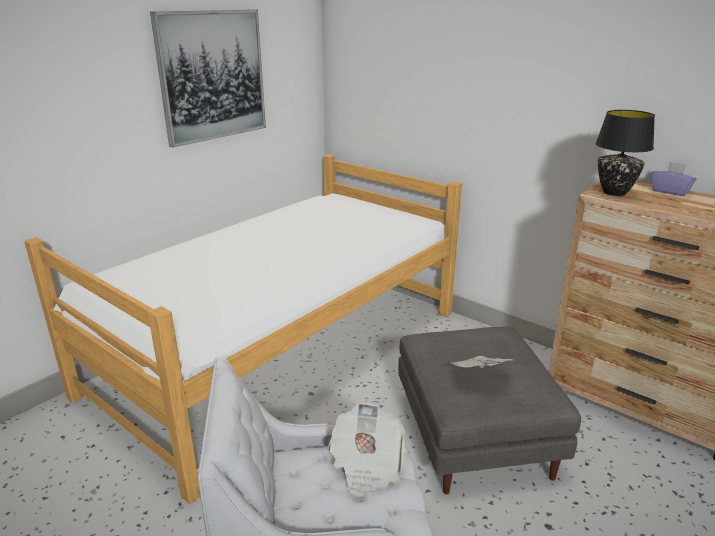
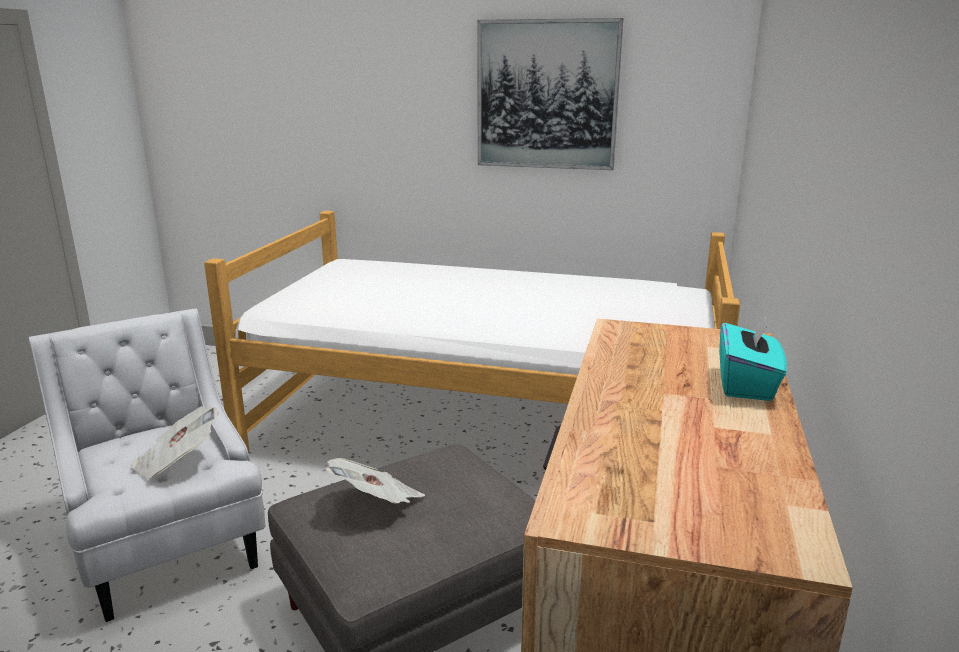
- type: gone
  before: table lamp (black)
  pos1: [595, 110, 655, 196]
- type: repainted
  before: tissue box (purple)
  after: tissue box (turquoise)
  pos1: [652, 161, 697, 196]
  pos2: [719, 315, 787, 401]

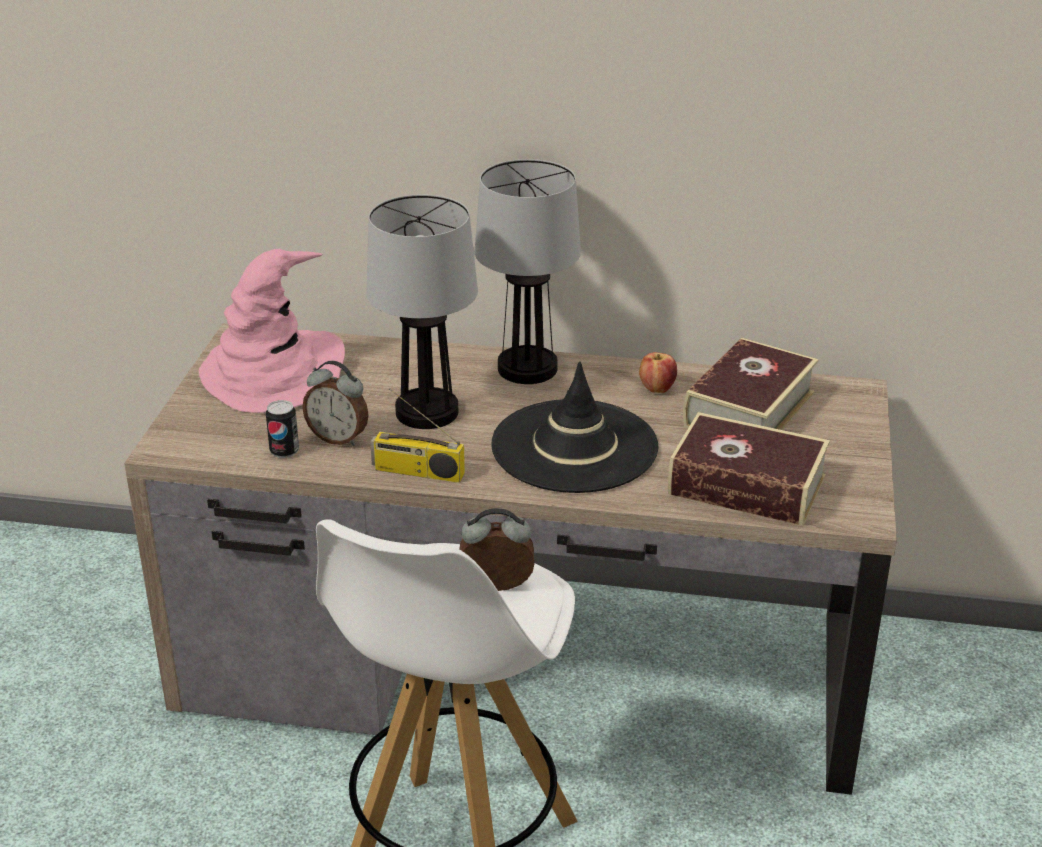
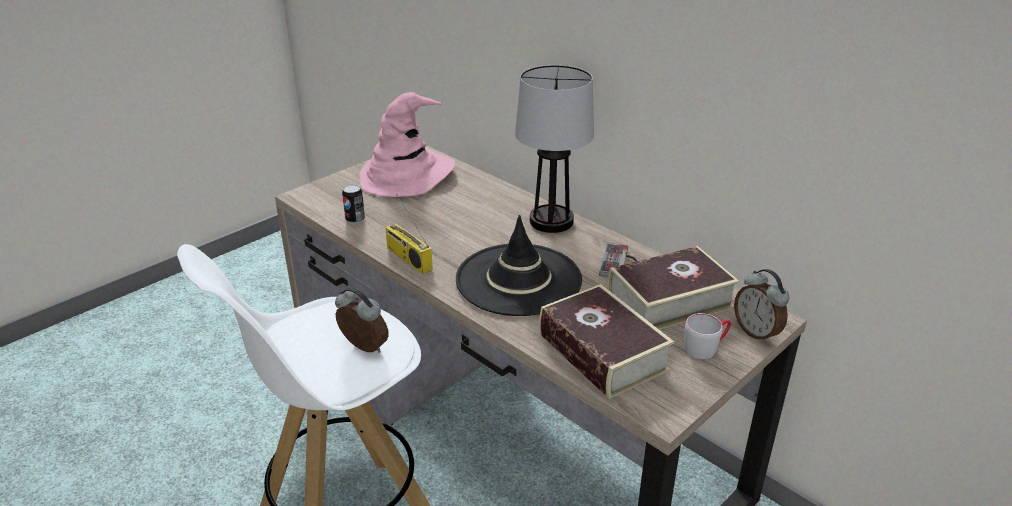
- type: shifted
  before: alarm clock
  pos1: [302, 361, 368, 446]
  pos2: [734, 269, 790, 344]
- type: gone
  before: table lamp
  pos1: [366, 194, 478, 429]
- type: swapped
  before: apple
  after: game controller
  pos1: [639, 352, 677, 393]
  pos2: [599, 243, 637, 277]
- type: new
  after: mug (grey)
  pos2: [684, 313, 731, 360]

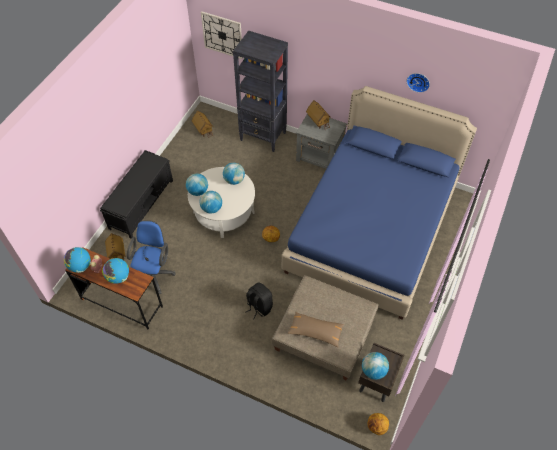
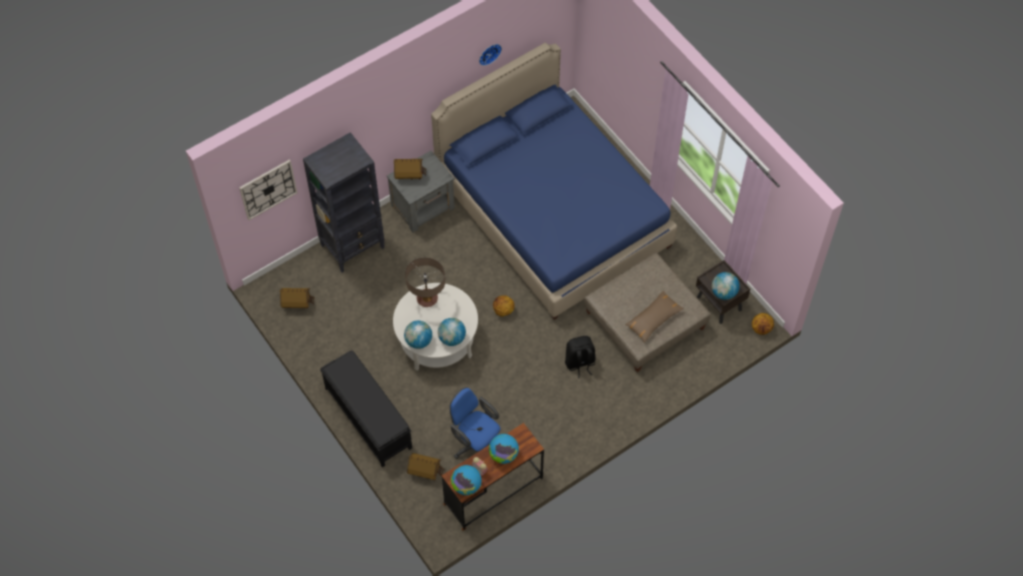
- type: swapped
  before: globe
  after: table lamp
  pos1: [223, 163, 245, 185]
  pos2: [405, 258, 445, 307]

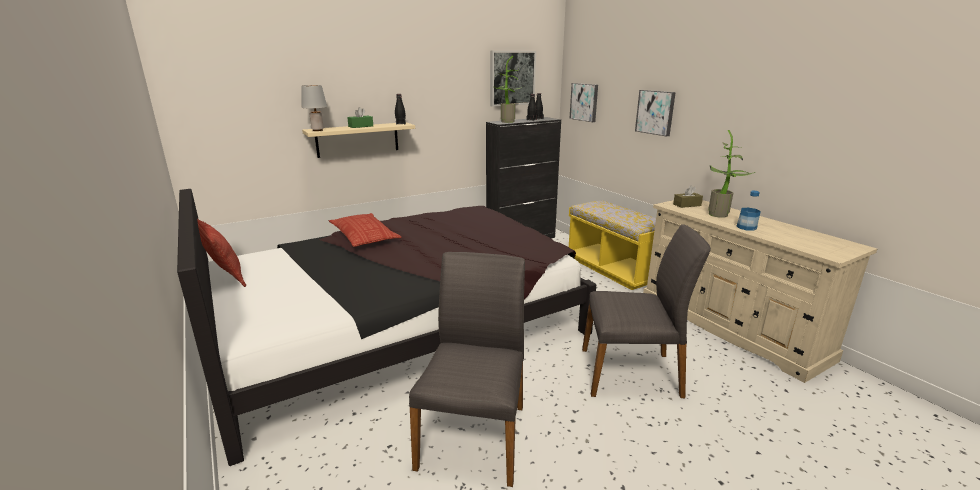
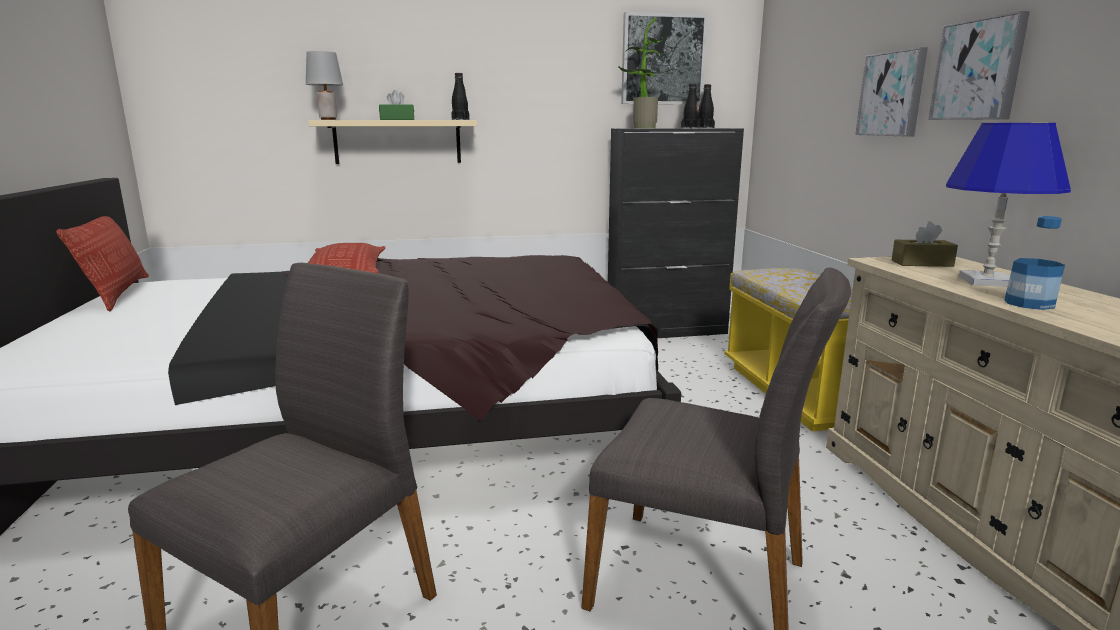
- type: shifted
  before: picture
  pos1: [570, 83, 598, 122]
  pos2: [928, 11, 1030, 120]
- type: swapped
  before: potted plant
  after: table lamp (blue)
  pos1: [708, 130, 755, 218]
  pos2: [946, 123, 1071, 287]

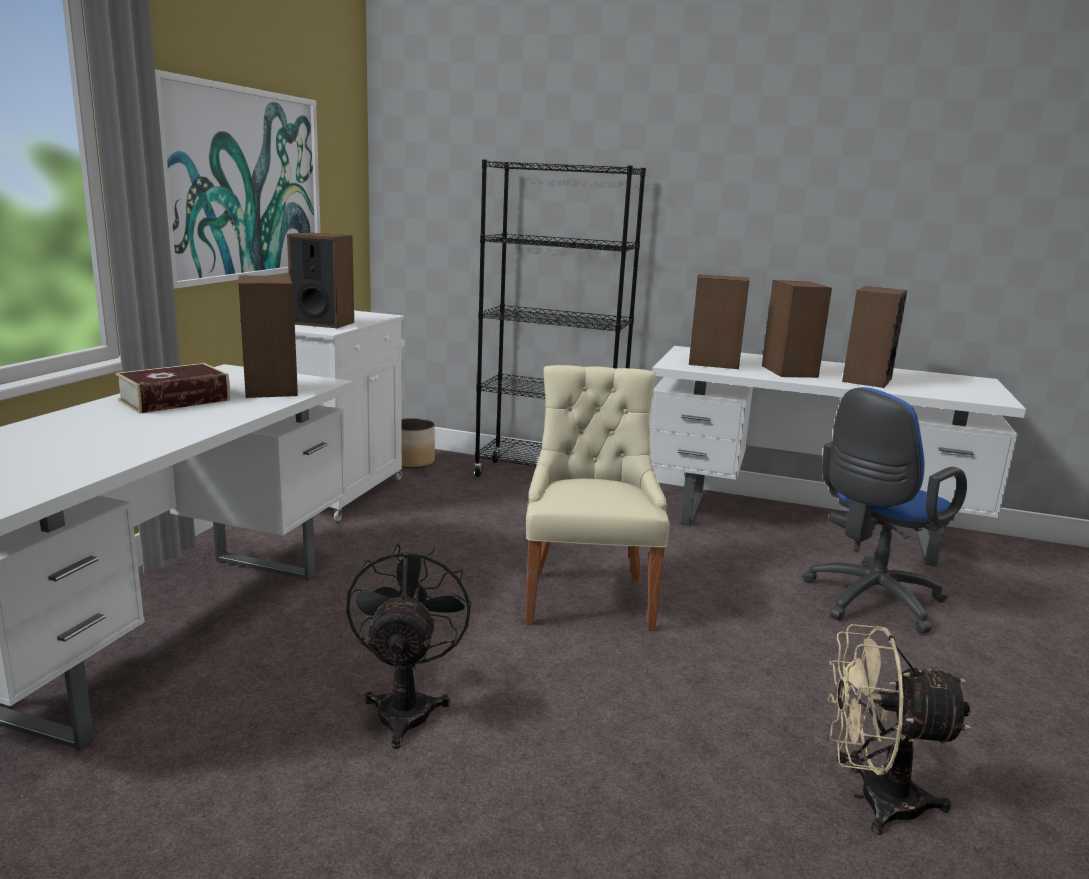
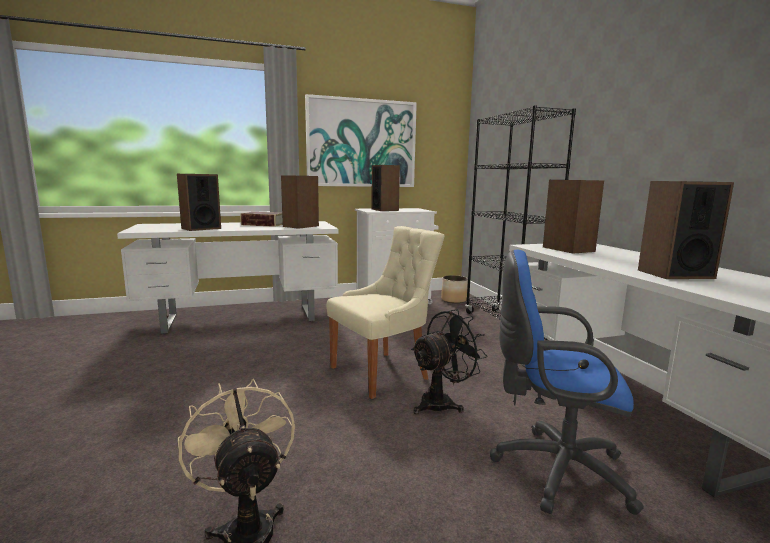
- type: shifted
  before: fan (black)
  pos1: [346, 544, 471, 749]
  pos2: [411, 309, 487, 414]
- type: shifted
  before: speaker
  pos1: [762, 280, 832, 378]
  pos2: [177, 174, 221, 231]

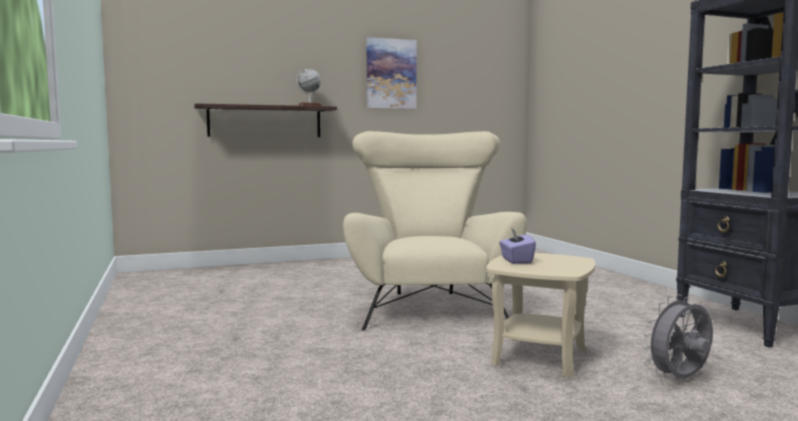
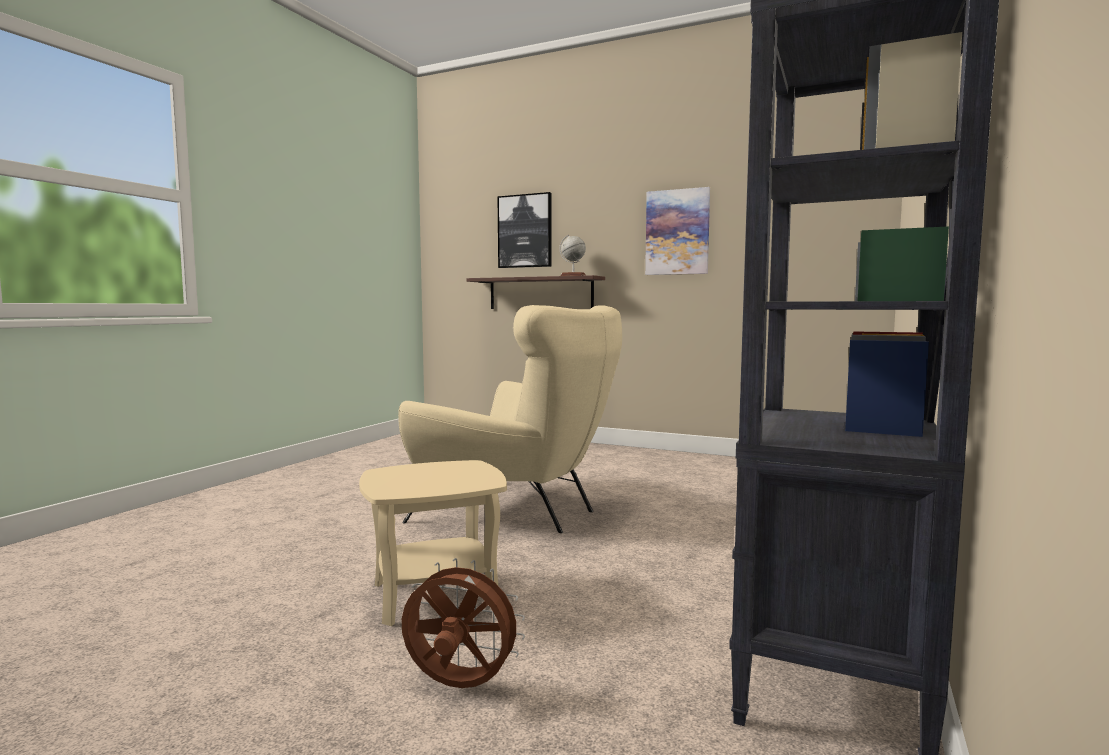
- type: rotated
  before: armchair (beige)
  pos1: [343, 131, 527, 331]
  pos2: [398, 305, 622, 533]
  turn: 75
- type: gone
  before: tissue box (purple)
  pos1: [499, 228, 536, 264]
- type: repainted
  before: fan (grey)
  after: fan (brown)
  pos1: [644, 294, 713, 379]
  pos2: [402, 558, 525, 688]
- type: new
  after: picture
  pos2: [498, 192, 552, 268]

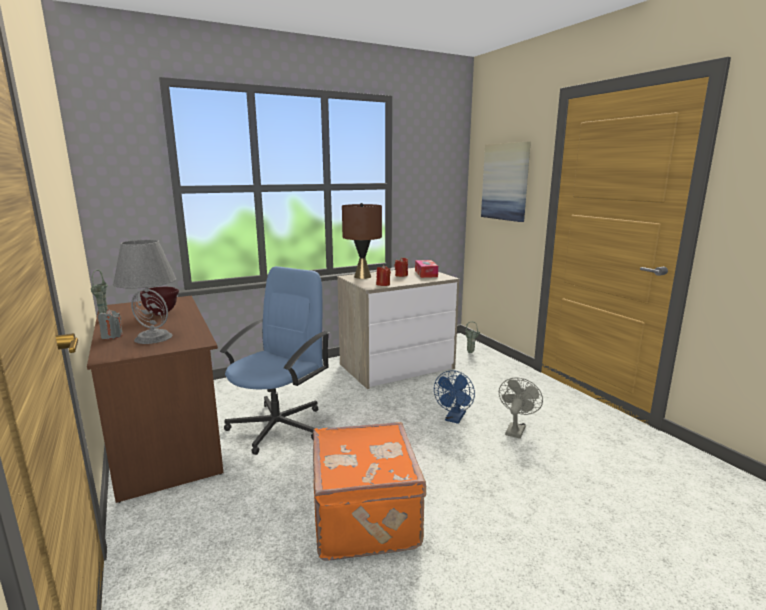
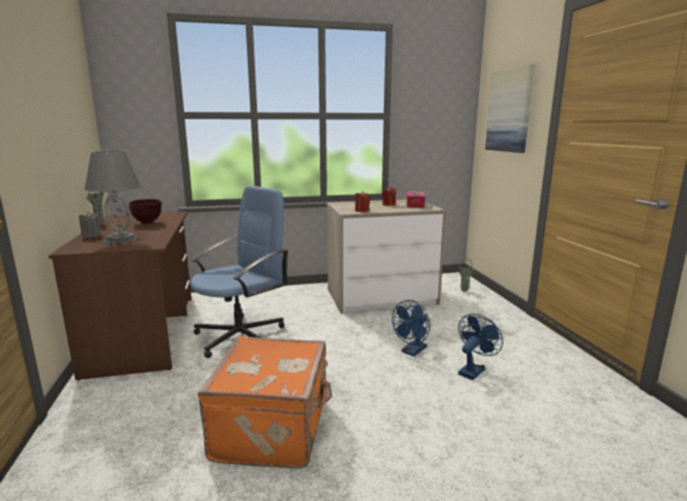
- type: gone
  before: table lamp (brown)
  pos1: [342, 203, 382, 279]
- type: repainted
  before: fan (grey)
  after: fan (blue)
  pos1: [499, 378, 543, 439]
  pos2: [458, 314, 503, 380]

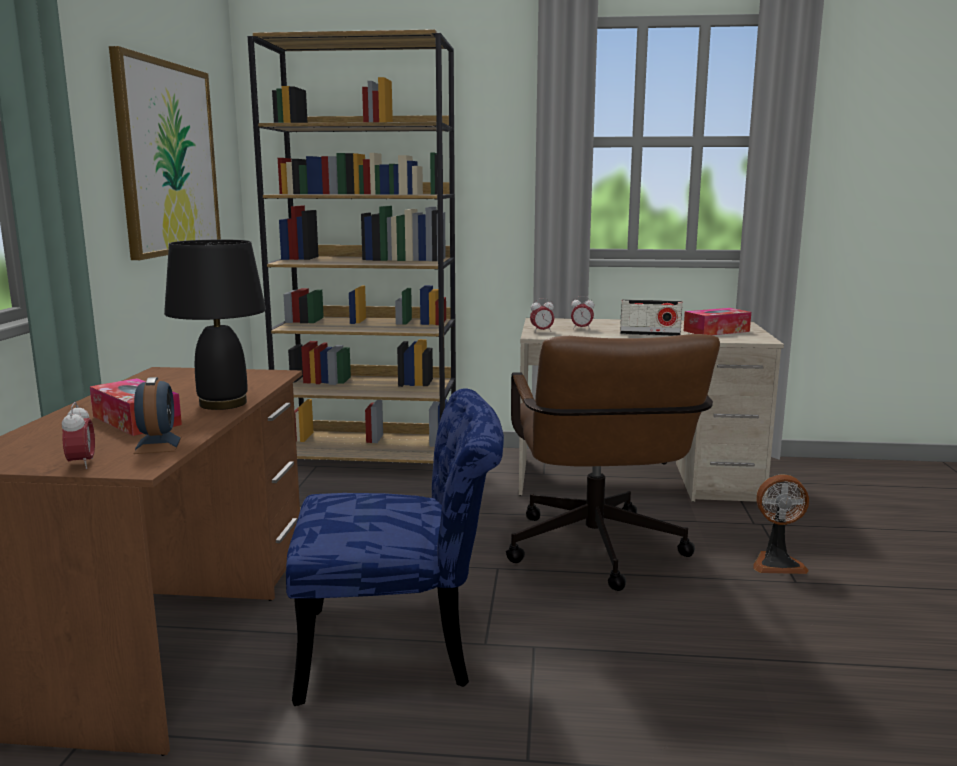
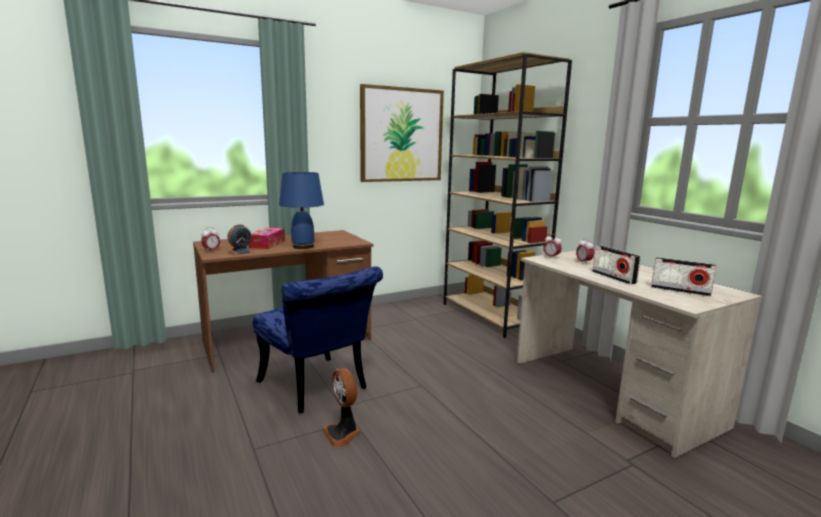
- type: repainted
  before: table lamp (black)
  after: table lamp (blue)
  pos1: [164, 240, 266, 410]
  pos2: [279, 172, 324, 249]
- type: gone
  before: office chair (brown)
  pos1: [506, 334, 720, 591]
- type: swapped
  before: tissue box
  after: radio
  pos1: [684, 308, 751, 335]
  pos2: [651, 257, 717, 296]
- type: shifted
  before: fan
  pos1: [753, 475, 809, 574]
  pos2: [321, 368, 361, 447]

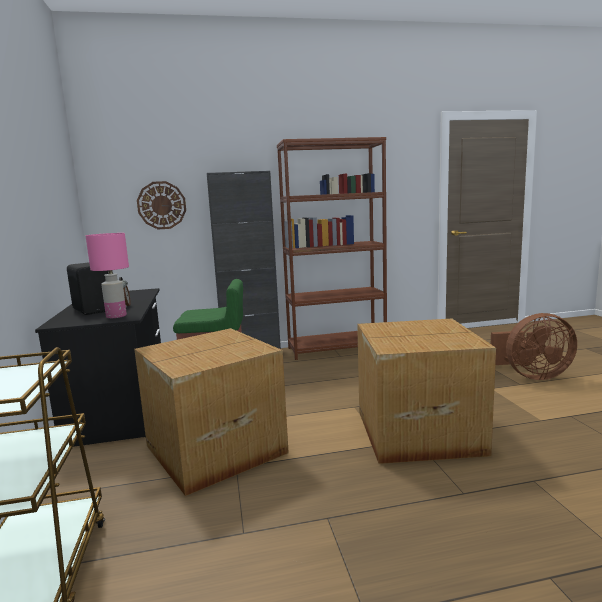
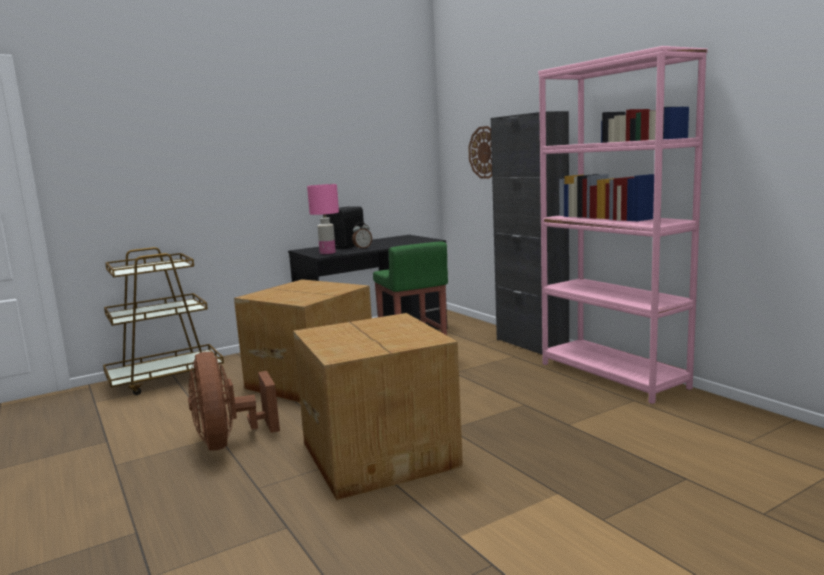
- type: repainted
  before: bookcase (brown)
  after: bookcase (pink)
  pos1: [277, 137, 387, 360]
  pos2: [538, 46, 708, 404]
- type: shifted
  before: fan (brown)
  pos1: [491, 313, 577, 380]
  pos2: [188, 352, 280, 451]

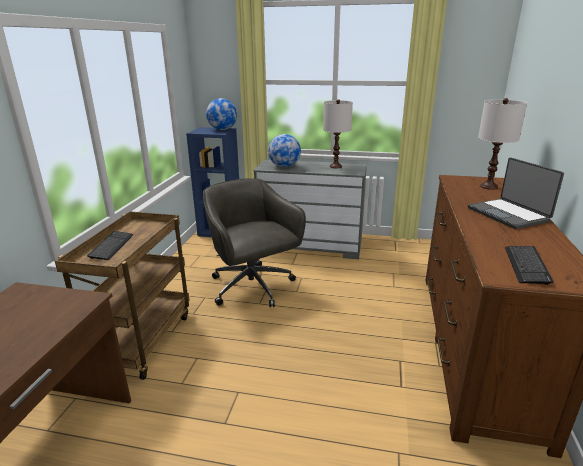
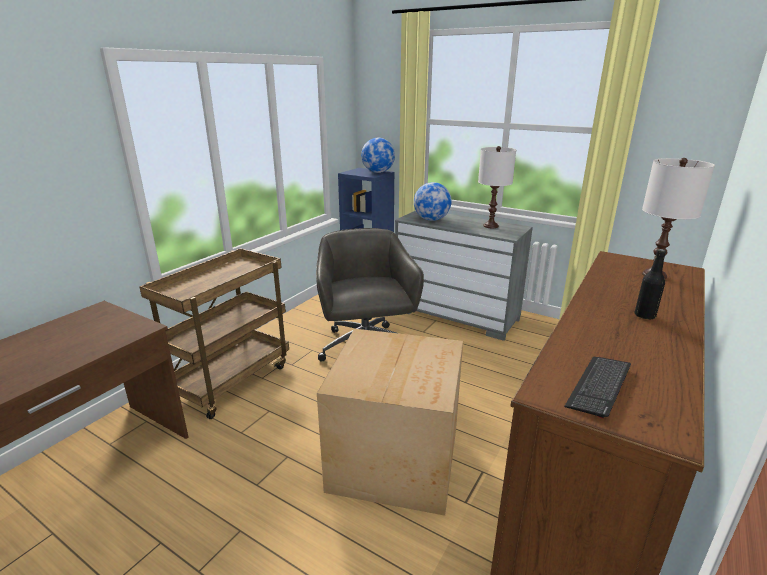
- type: gone
  before: keyboard
  pos1: [87, 231, 134, 260]
- type: swapped
  before: laptop
  after: bottle (black)
  pos1: [468, 158, 564, 229]
  pos2: [635, 249, 666, 320]
- type: new
  after: cardboard box
  pos2: [317, 329, 463, 516]

